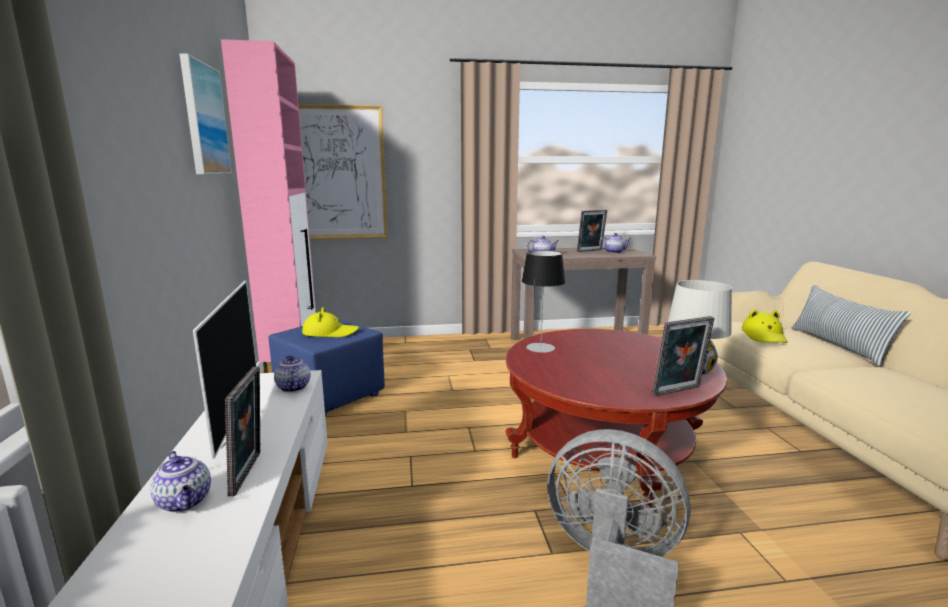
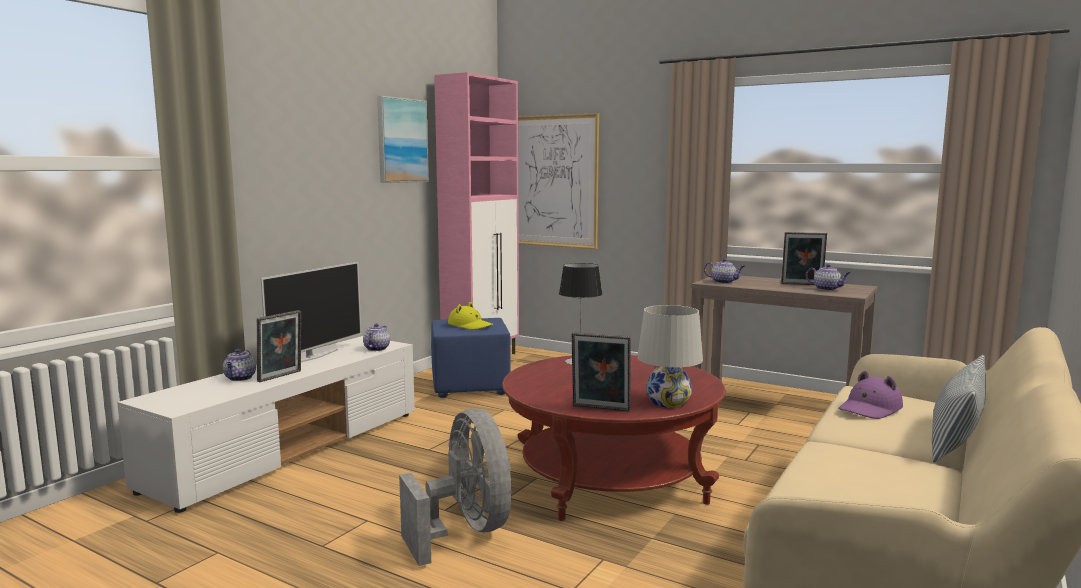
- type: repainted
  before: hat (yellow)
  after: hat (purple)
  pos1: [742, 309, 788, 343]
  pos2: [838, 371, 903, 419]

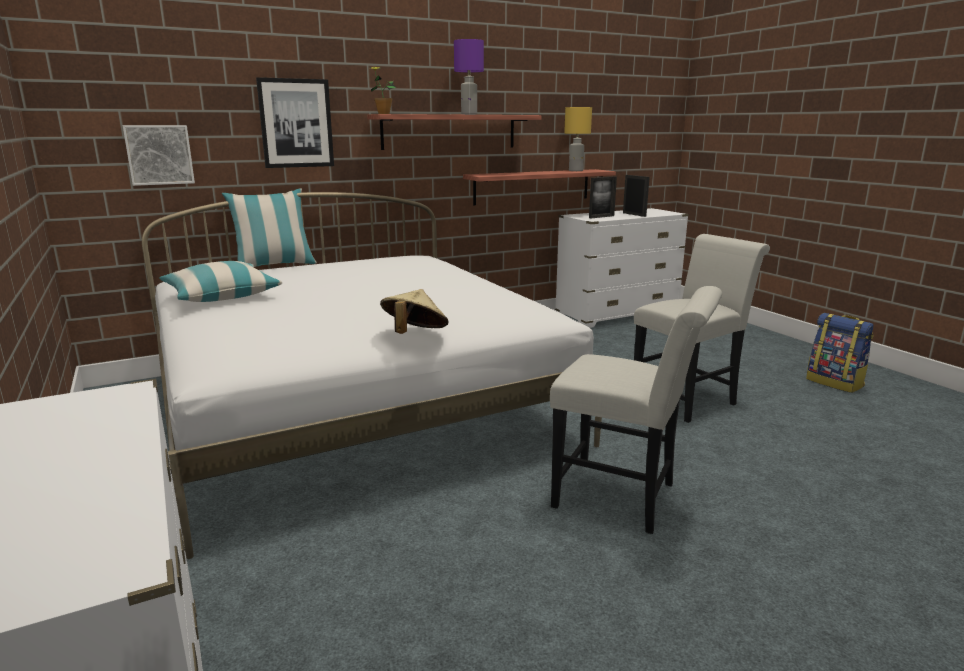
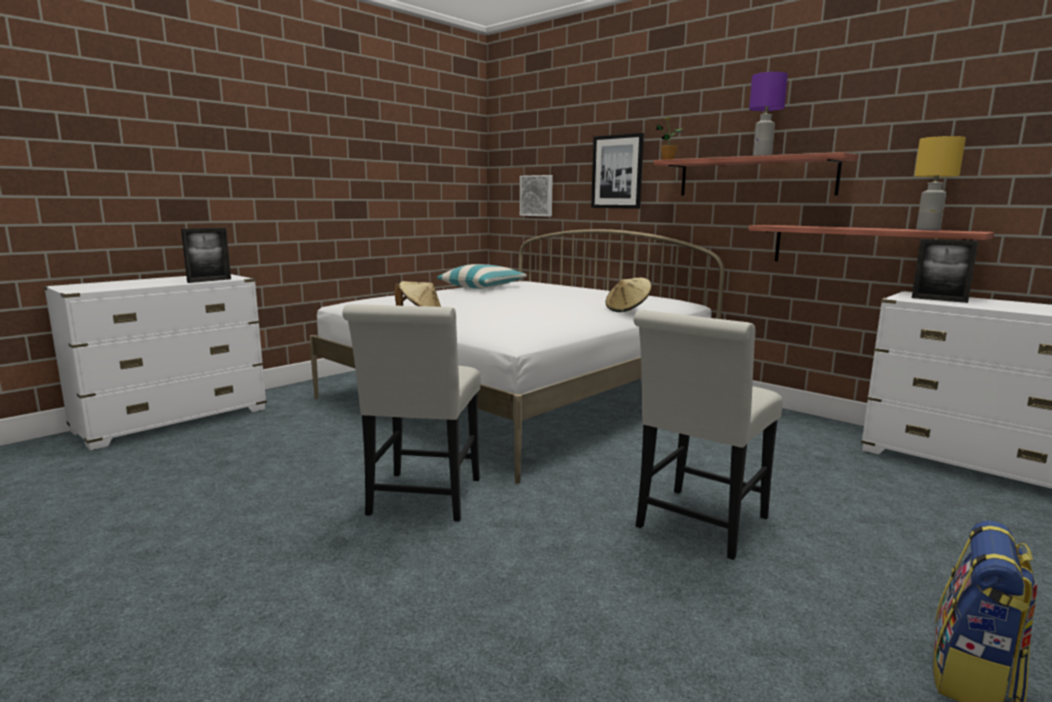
- type: gone
  before: pillow
  pos1: [222, 188, 317, 267]
- type: shifted
  before: picture frame
  pos1: [623, 175, 650, 217]
  pos2: [181, 228, 231, 283]
- type: rotated
  before: chair (white)
  pos1: [634, 234, 770, 423]
  pos2: [633, 310, 783, 560]
  turn: 90
- type: new
  after: hat (beige)
  pos2: [606, 278, 652, 312]

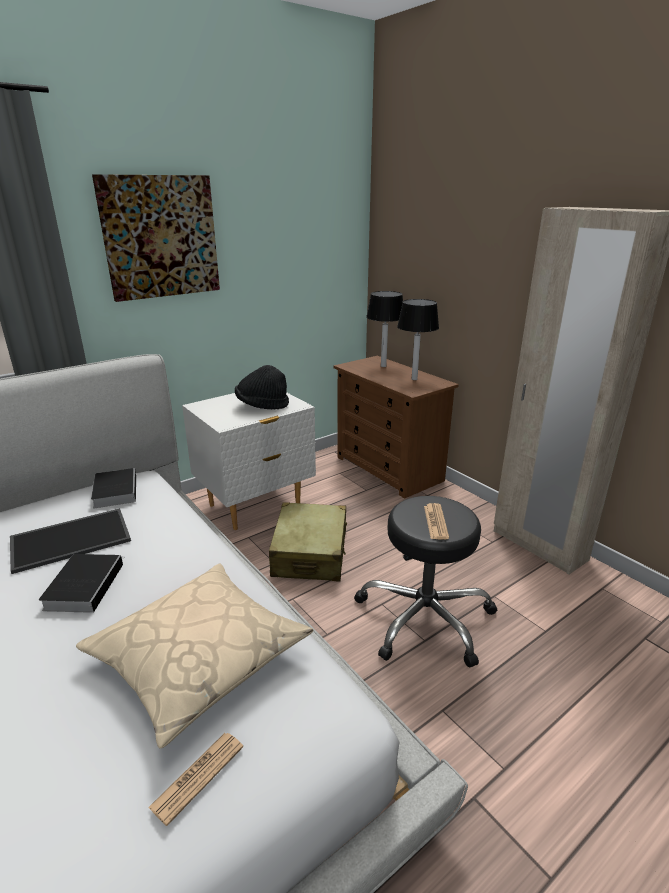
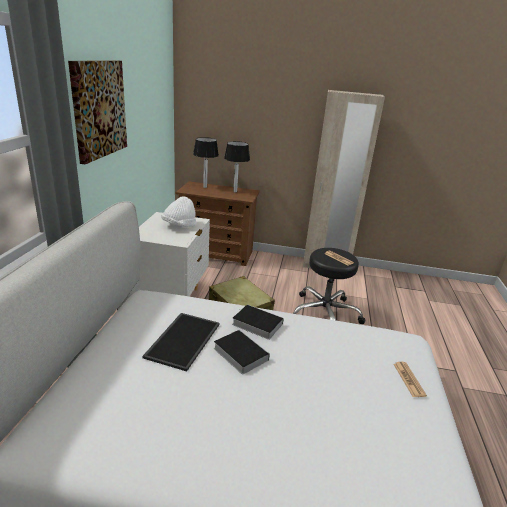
- type: gone
  before: pillow (beige)
  pos1: [76, 564, 314, 748]
- type: shifted
  before: book
  pos1: [91, 468, 136, 508]
  pos2: [232, 304, 284, 340]
- type: repainted
  before: hat (black)
  after: hat (white)
  pos1: [235, 365, 289, 409]
  pos2: [161, 196, 197, 227]

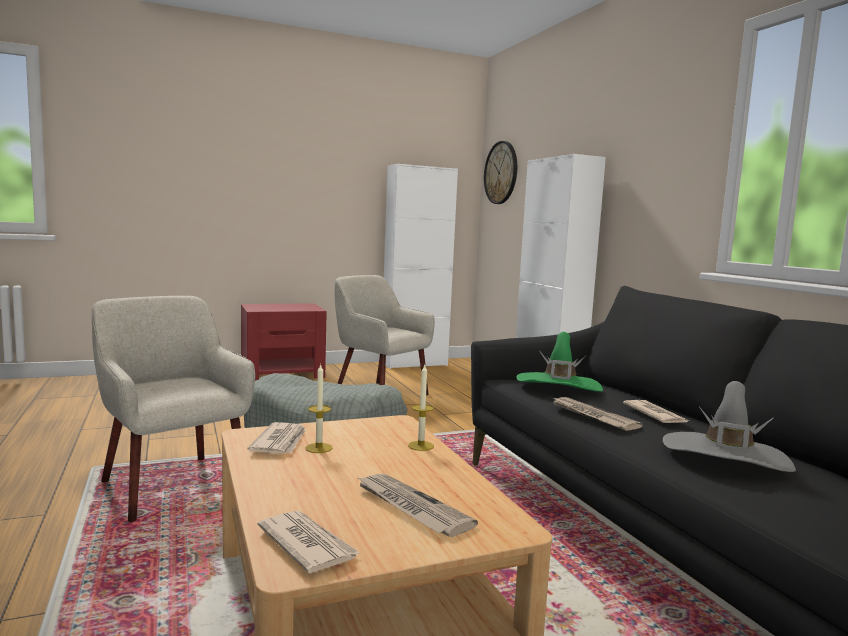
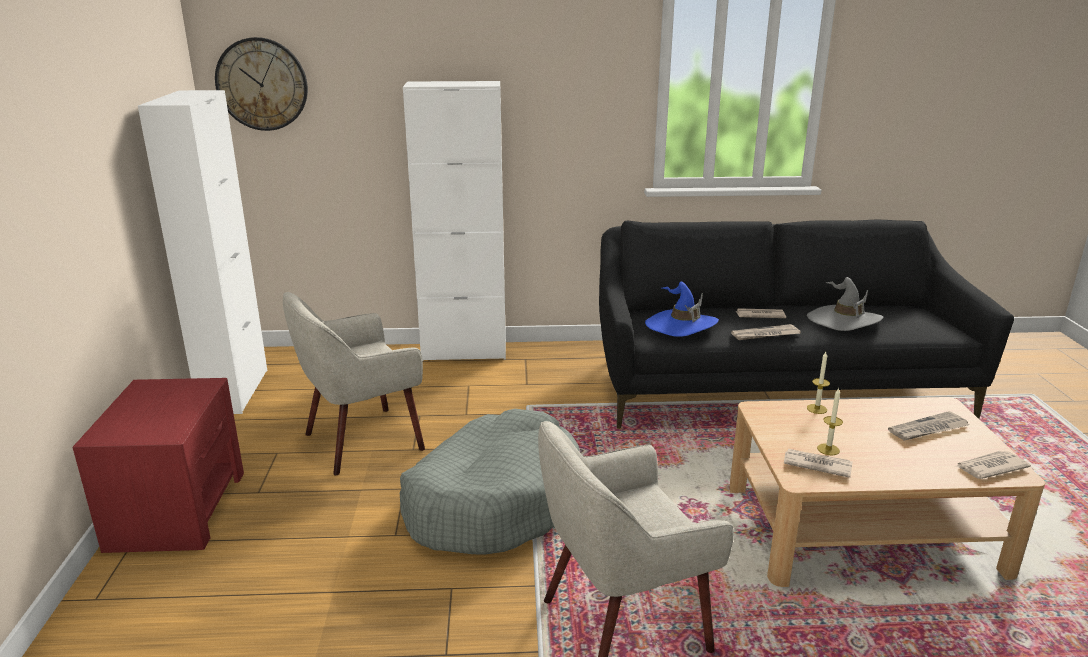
- type: repainted
  before: hat (green)
  after: hat (blue)
  pos1: [516, 332, 603, 392]
  pos2: [645, 282, 719, 337]

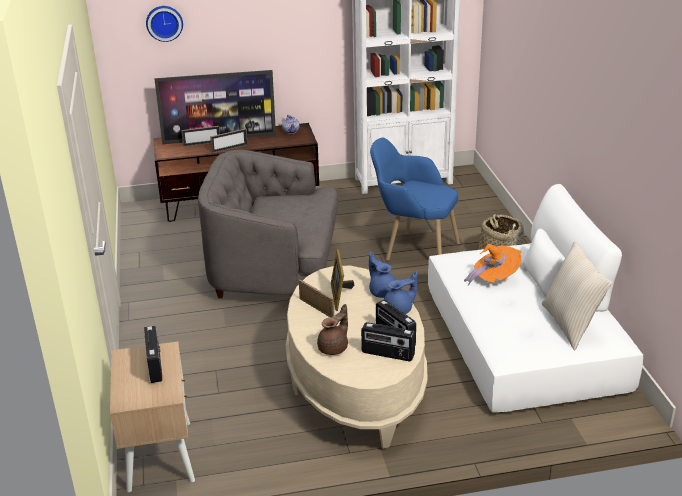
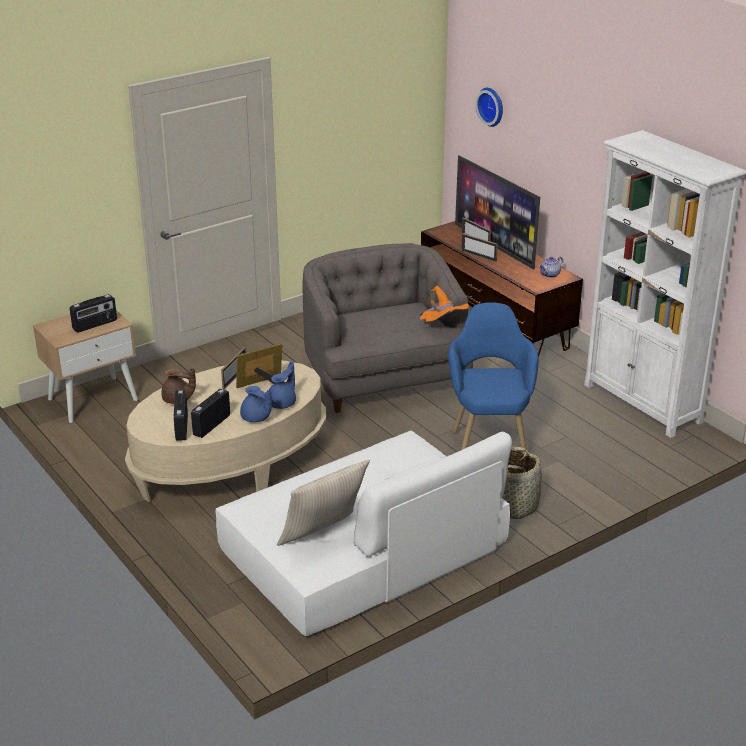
- type: shifted
  before: hat (orange)
  pos1: [464, 244, 522, 286]
  pos2: [419, 286, 469, 322]

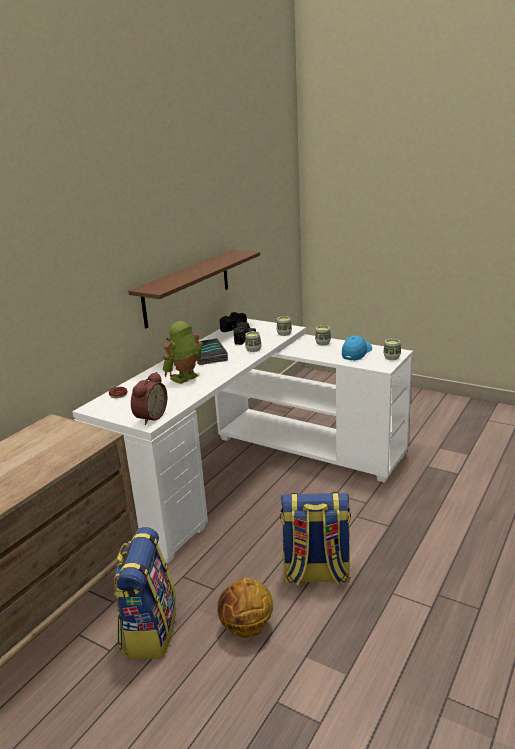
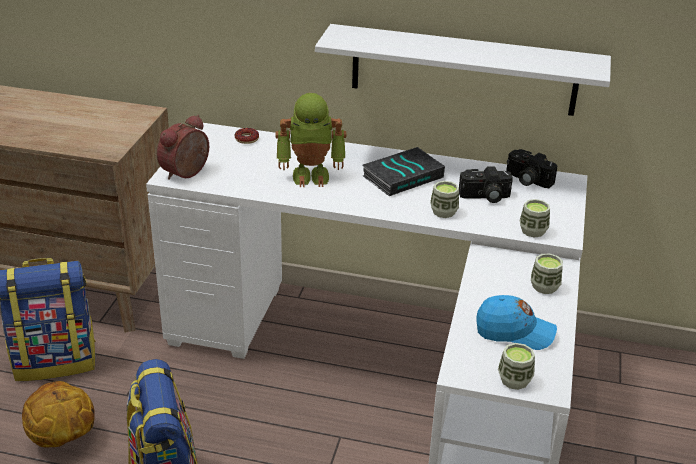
- type: repainted
  before: shelf (brown)
  after: shelf (white)
  pos1: [128, 250, 260, 328]
  pos2: [315, 24, 611, 116]
- type: rotated
  before: alarm clock
  pos1: [131, 372, 167, 425]
  pos2: [157, 115, 209, 180]
  turn: 120
- type: rotated
  before: toy robot
  pos1: [163, 321, 203, 384]
  pos2: [276, 93, 346, 187]
  turn: 150

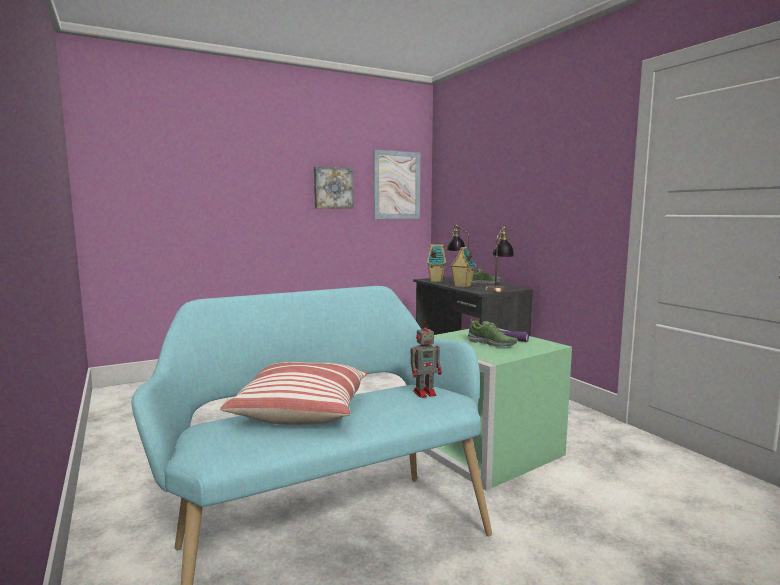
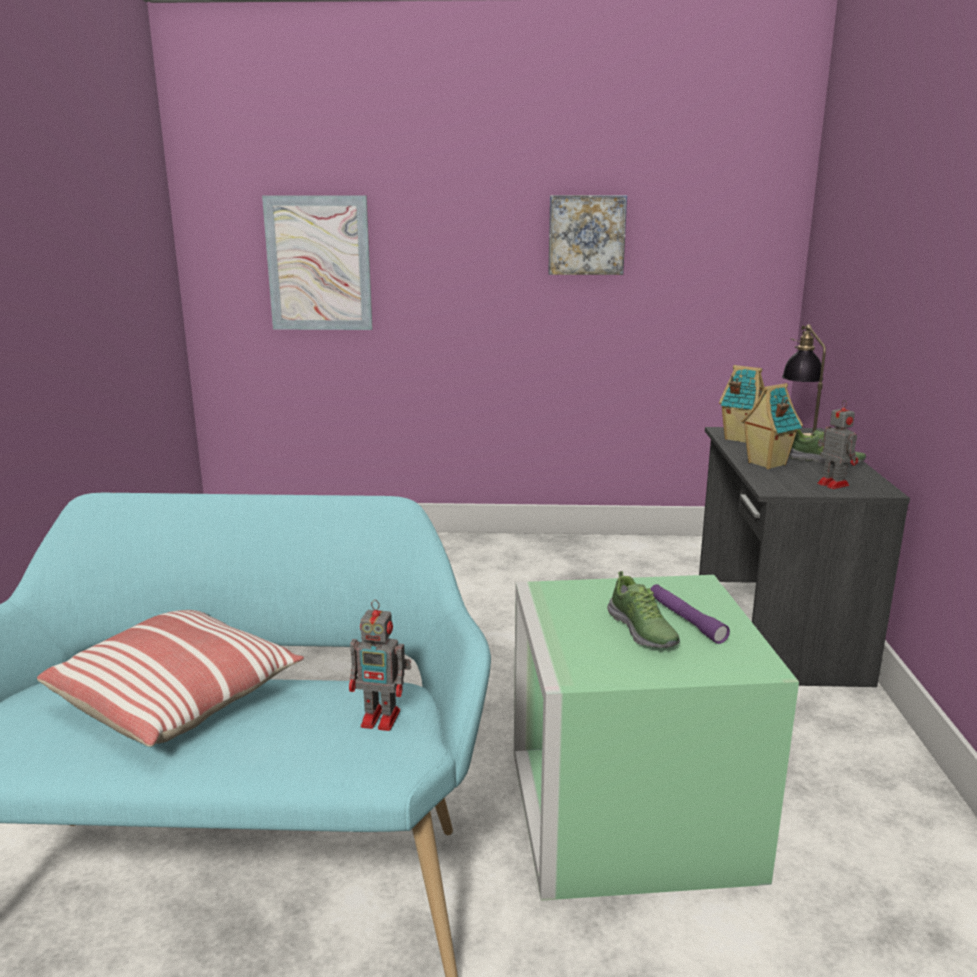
- type: shifted
  before: picture
  pos1: [373, 150, 420, 219]
  pos2: [262, 196, 373, 330]
- type: swapped
  before: table lamp
  after: toy robot
  pos1: [485, 226, 514, 292]
  pos2: [817, 400, 858, 489]

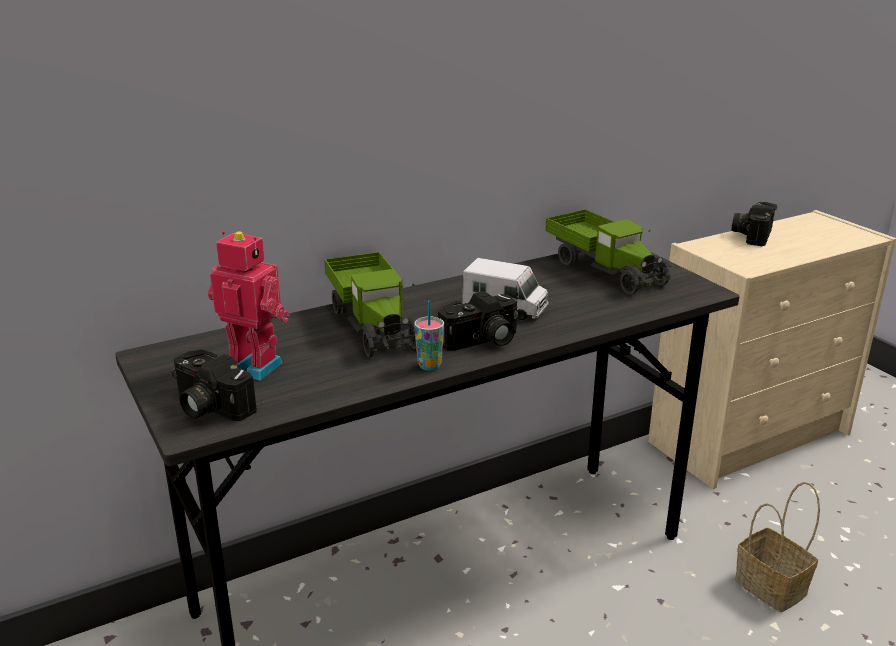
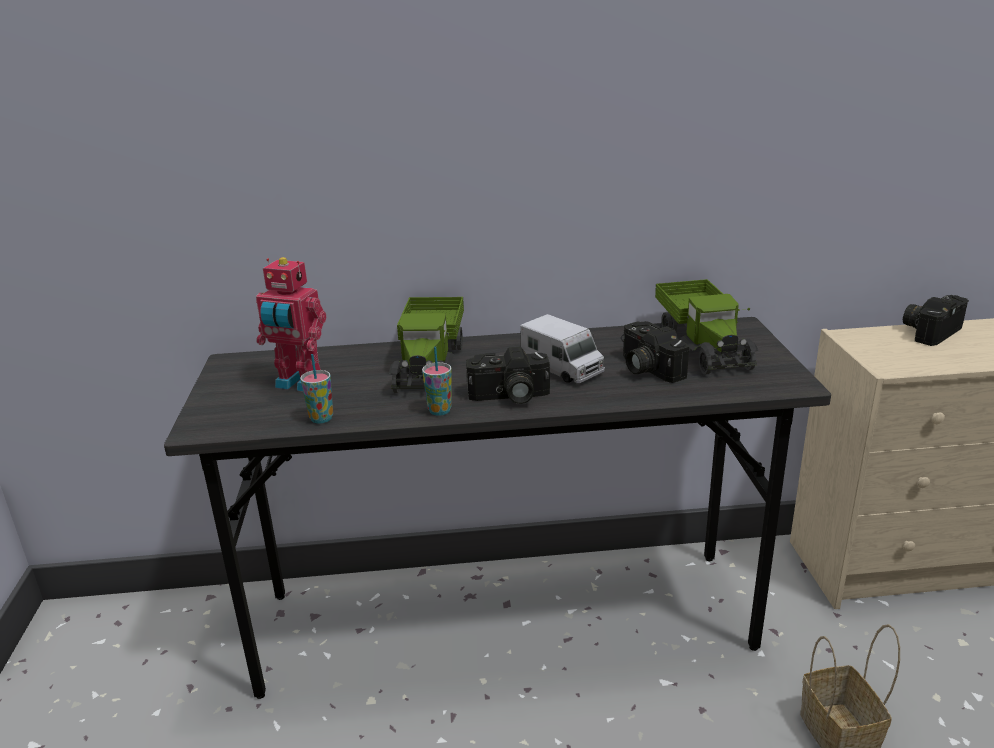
- type: shifted
  before: photo camera
  pos1: [172, 350, 257, 421]
  pos2: [621, 321, 689, 383]
- type: rotated
  before: toy robot
  pos1: [208, 231, 289, 380]
  pos2: [256, 257, 326, 392]
  turn: 150
- type: new
  after: cup
  pos2: [300, 354, 333, 424]

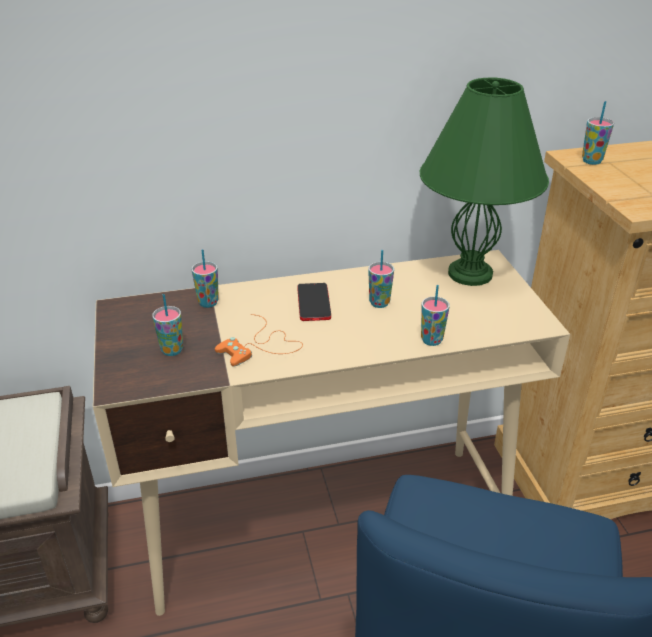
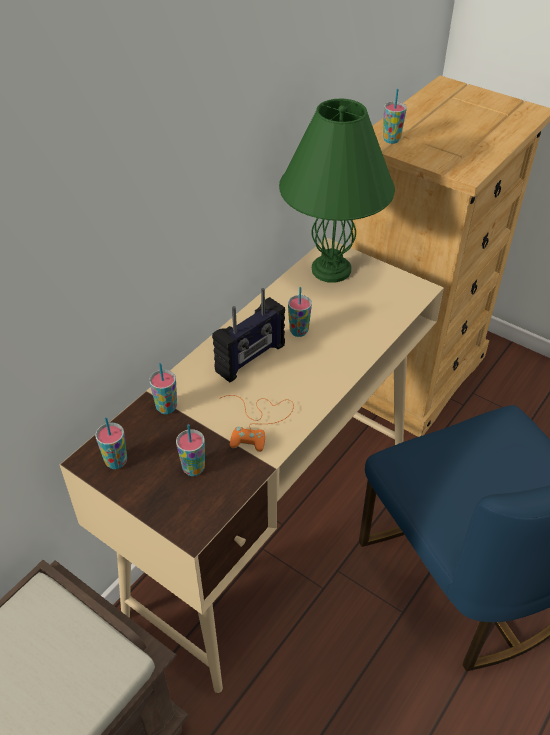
- type: swapped
  before: phone
  after: radio
  pos1: [297, 283, 331, 321]
  pos2: [212, 288, 285, 383]
- type: shifted
  before: cup
  pos1: [421, 285, 450, 346]
  pos2: [95, 417, 127, 469]

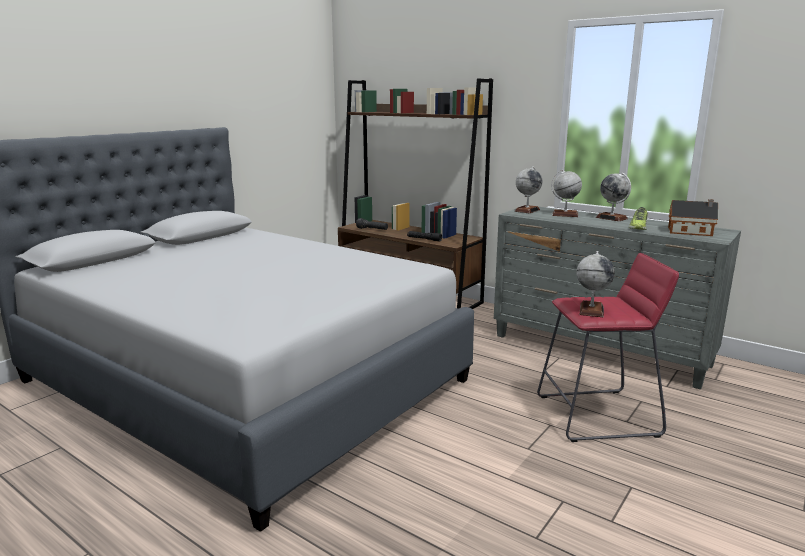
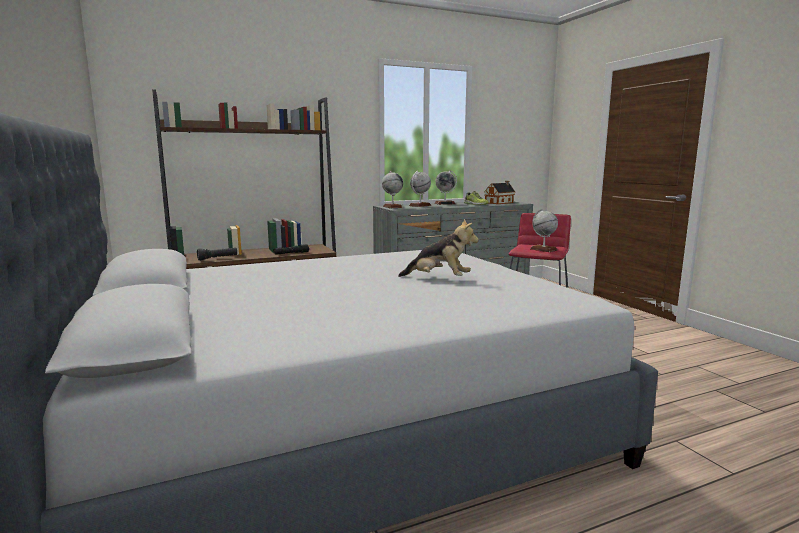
- type: new
  after: plush toy
  pos2: [398, 219, 479, 277]

